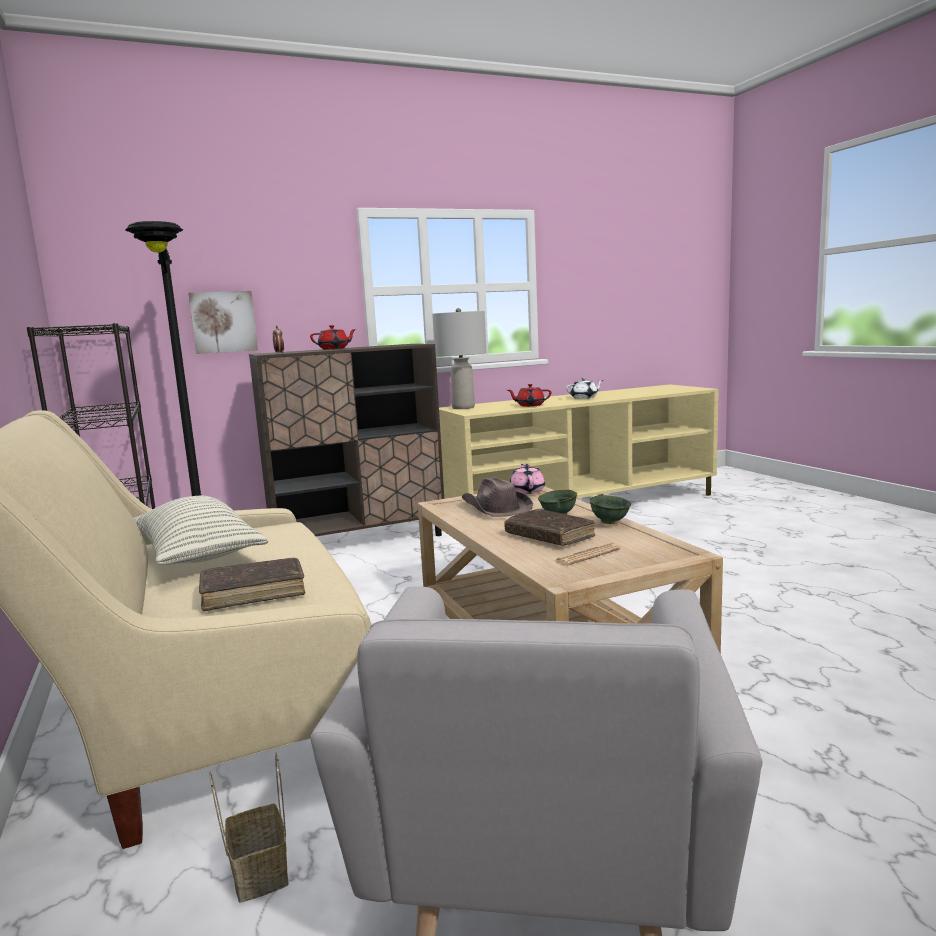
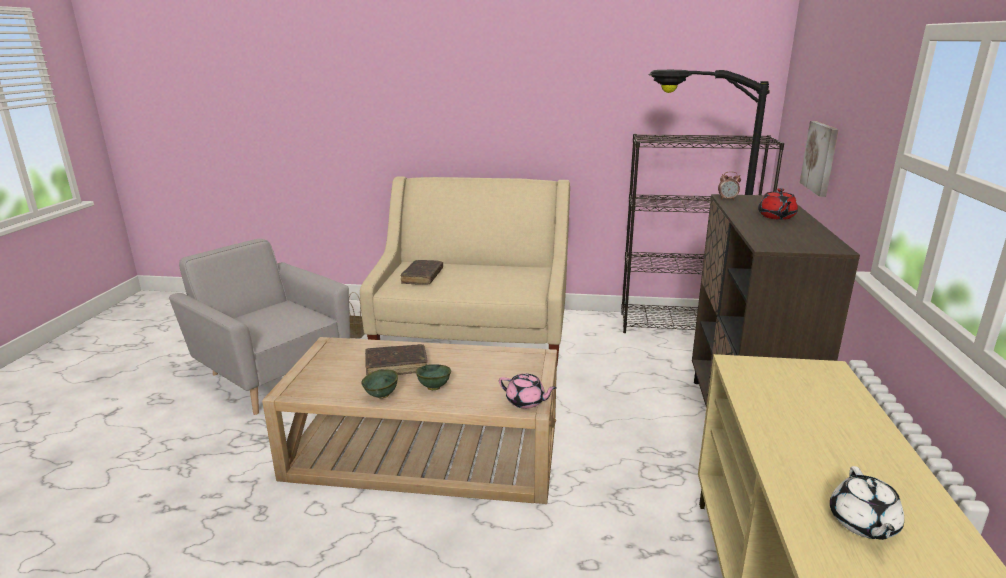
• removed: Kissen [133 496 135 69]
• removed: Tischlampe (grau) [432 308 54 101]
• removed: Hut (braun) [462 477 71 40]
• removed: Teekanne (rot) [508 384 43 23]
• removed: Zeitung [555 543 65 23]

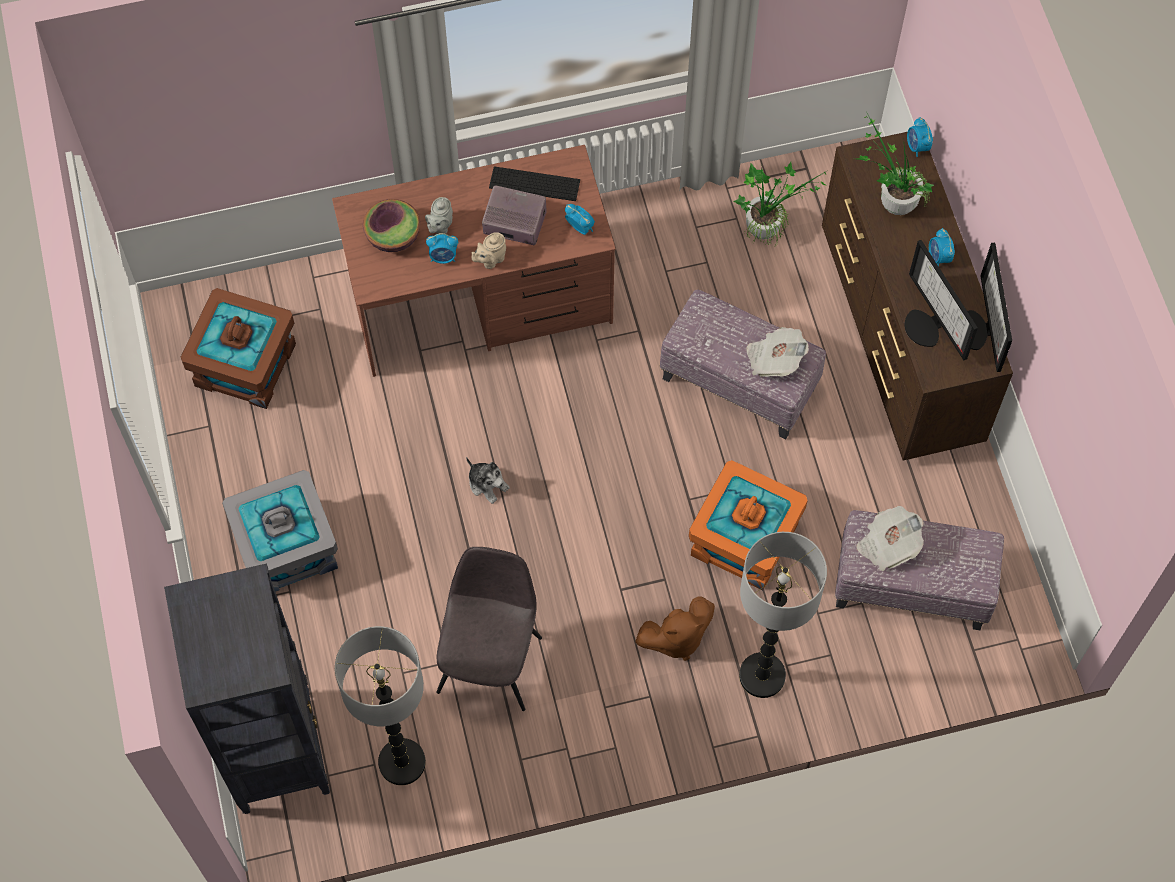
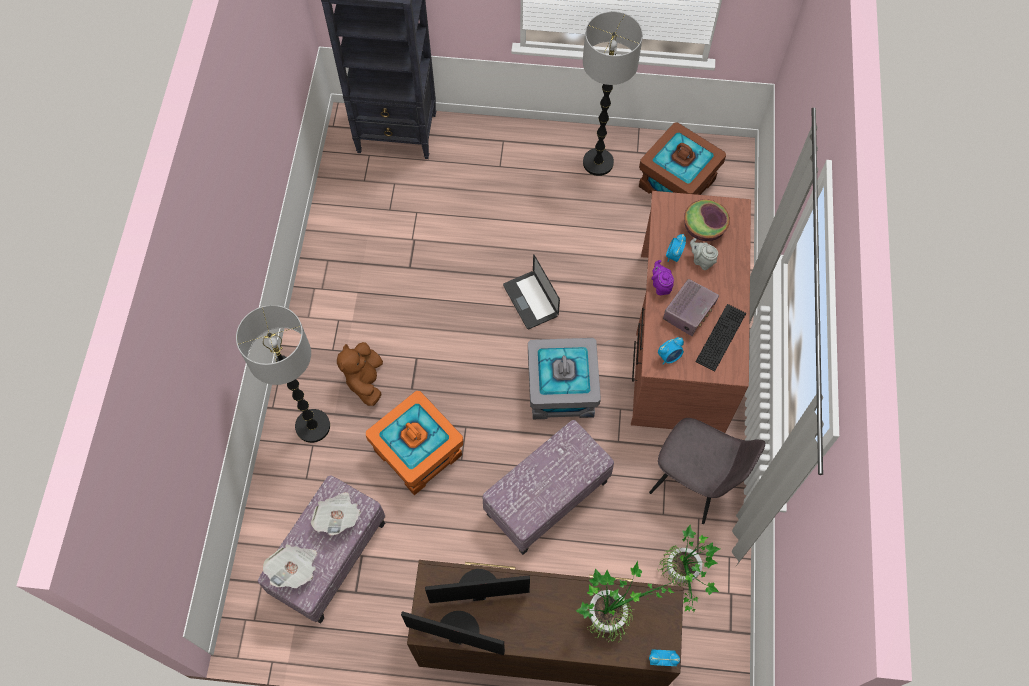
• moved: Zeitung [746 327 63 50] to [263 544 54 44]
• replaced: Plüschtier [466 457 44 47] to Laptop [503 254 57 75]
• moved: Aufbewahrungsbox (grau) [222 470 116 122] to [528 338 73 81]
• moved: Stehlampe [335 626 91 159] to [583 11 60 165]
• moved: Stuhl (grau) [436 547 106 164] to [649 418 116 106]
• recoloured: Teekanne (beige) [472 232 34 37] to Teekanne (lila) [651 260 23 35]
• removed: Wecker [929 228 26 38]

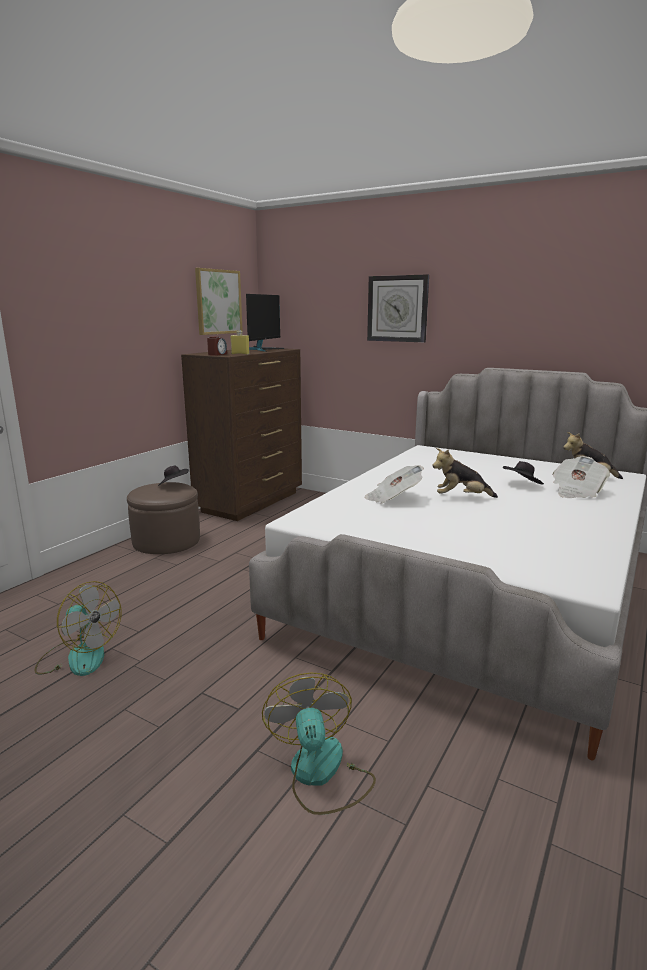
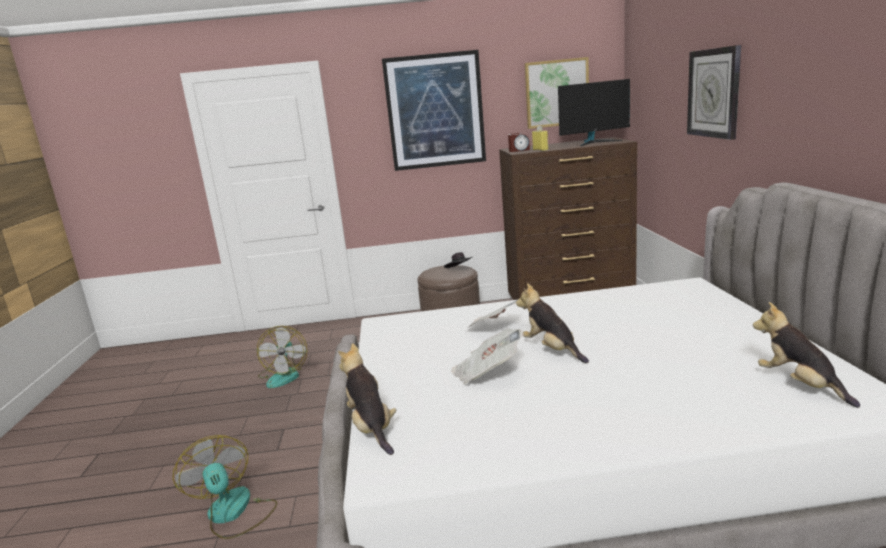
• turned: Ventilator [262 673 114 142] = [173 435 104 104] 75 degrees counterclockwise
• added: Plüschtier [338 343 58 112]
• added: Bild [382 50 104 121]
• moved: Zeitung [552 456 58 42] to [451 328 73 56]
• removed: Hut (schwarz) [503 461 41 23]

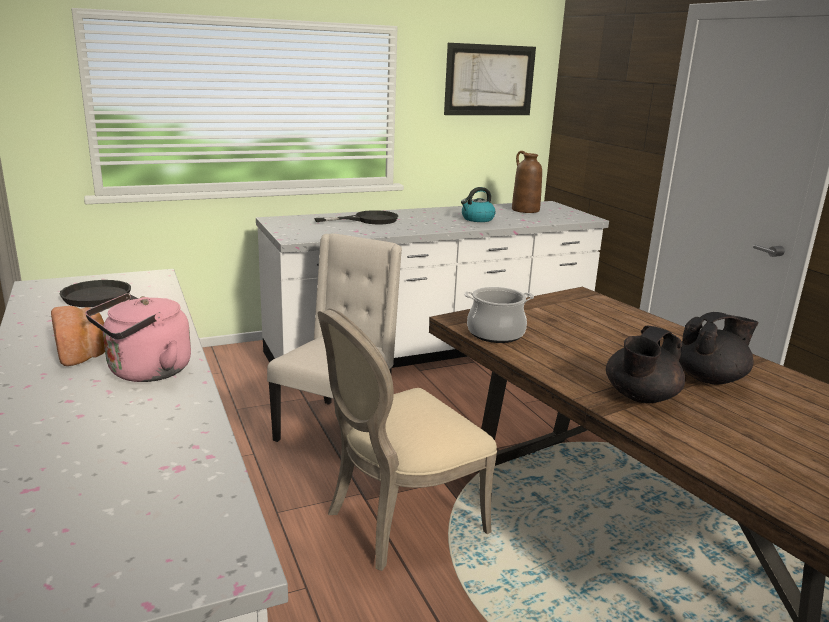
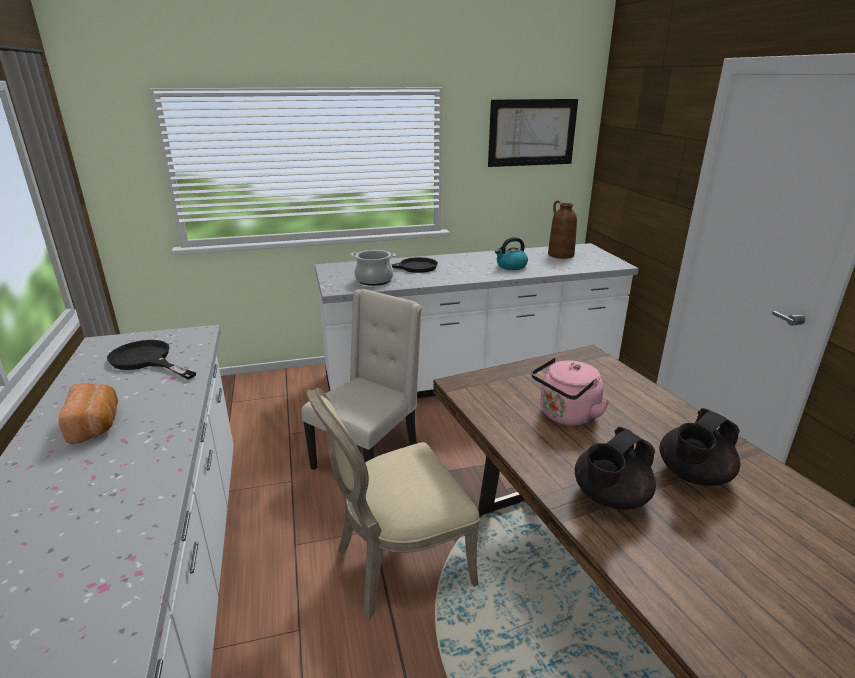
• moved: Kochtopf [464 287 70 56] to [351 250 45 36]
• moved: Wasserkessel (rosa) [85 293 106 89] to [531 358 79 68]
• turned: Teekanne (schwarz) [679 312 79 73] = [659 408 81 78] 150 degrees clockwise

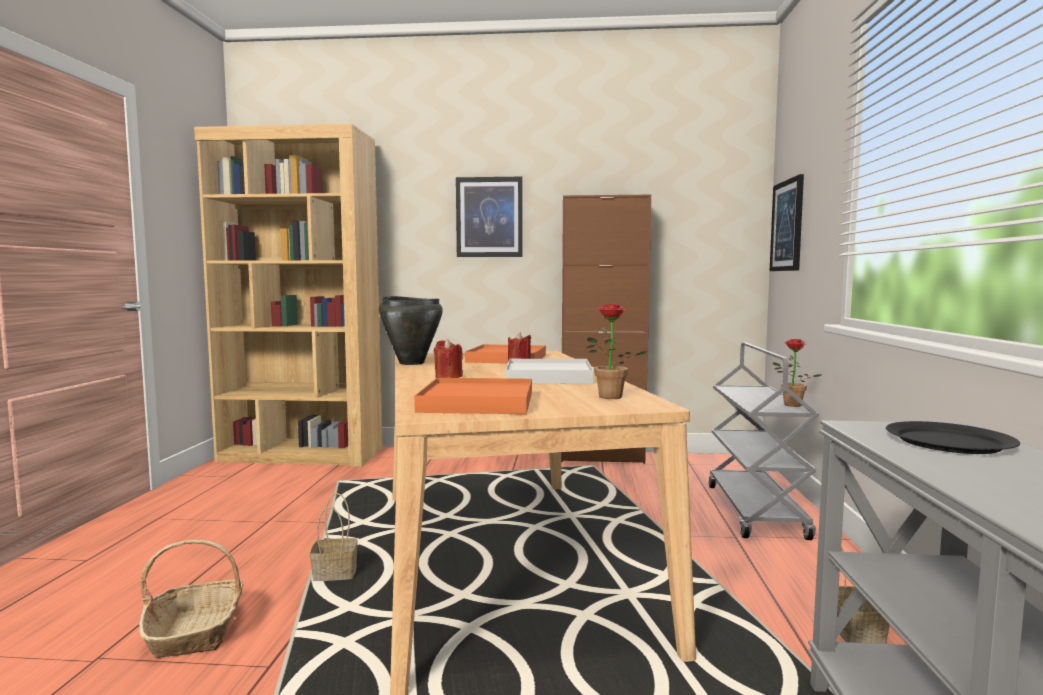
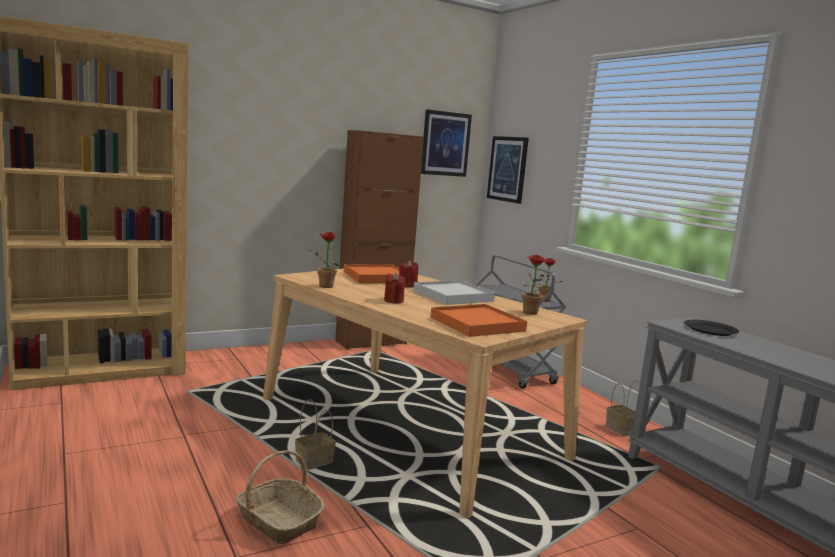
• replaced: Kochtopf (schwarz) [379 296 64 69] to Topfpflanze [306 232 33 56]
• moved: Bild [456 177 67 80] to [421 109 51 68]

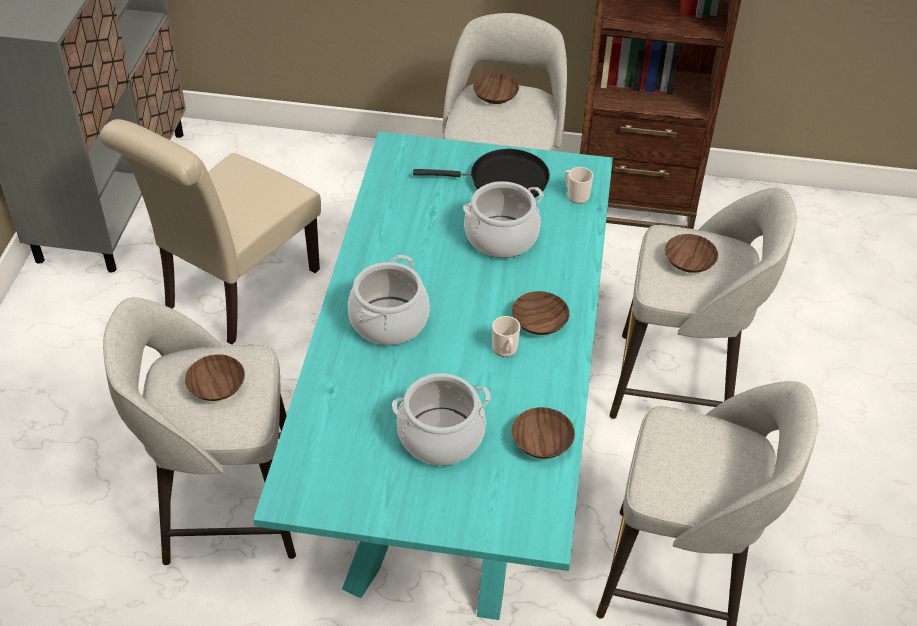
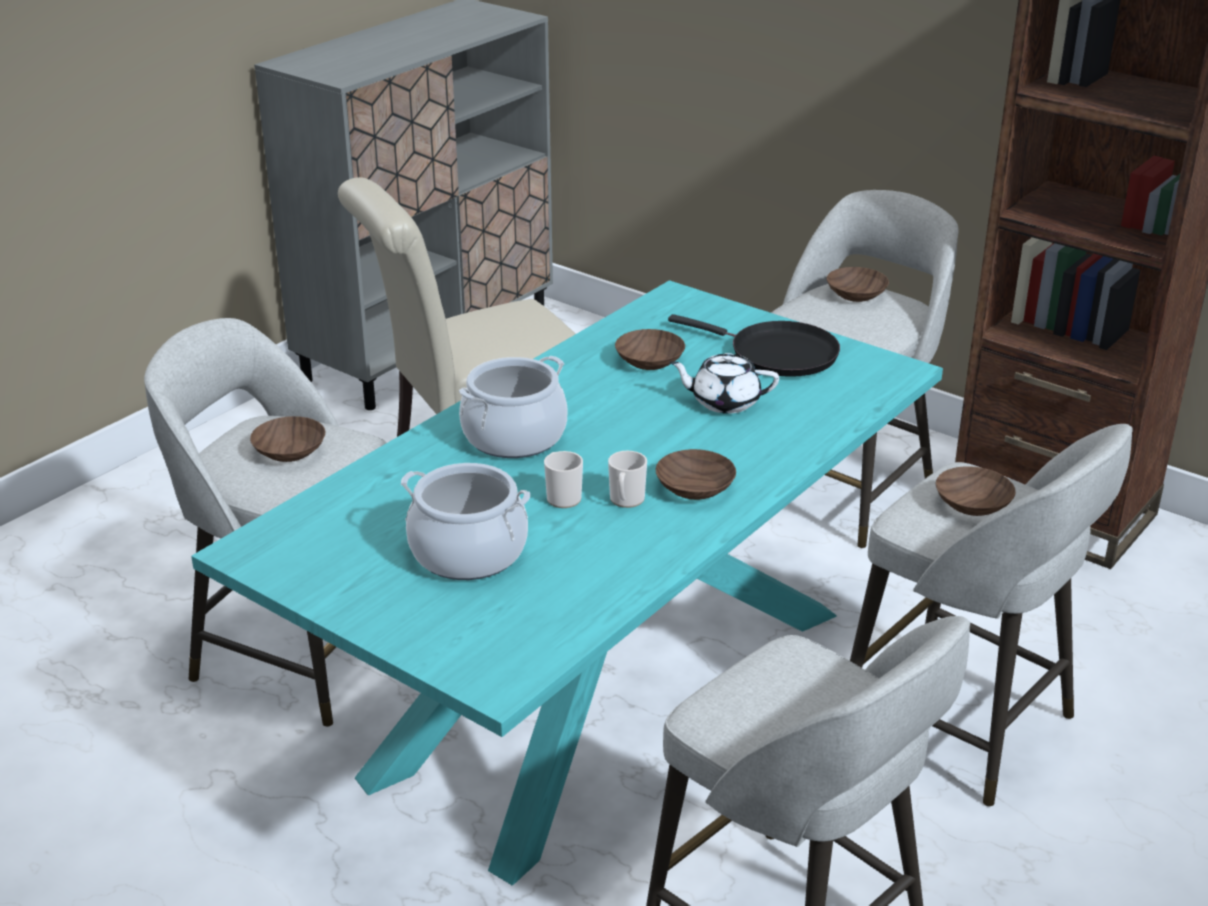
• moved: Henkelbecher [564 167 30 37] to [544 451 39 57]
• moved: Schüssel (braun) [512 407 63 52] to [615 329 70 41]
• replaced: Kochtopf [463 181 81 77] to Teekanne (weiß) [669 353 110 61]

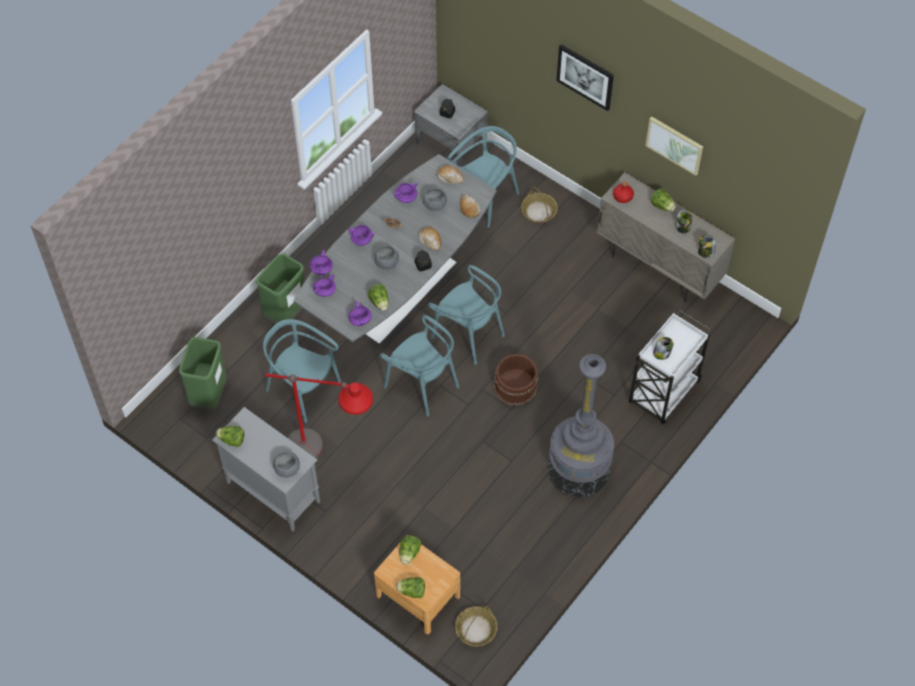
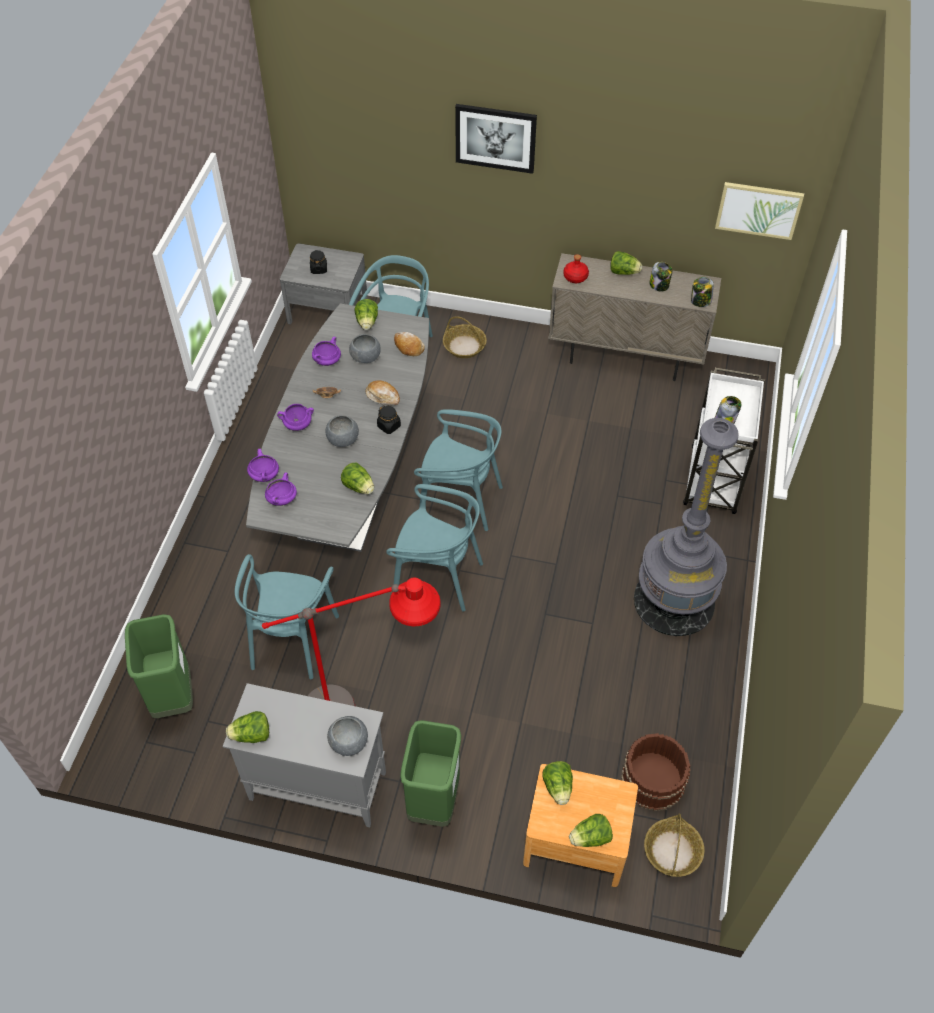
• turned: Stuhl (türkis) [263 319 78 104] = [235 554 104 125] 90 degrees counterclockwise
• replaced: Brot [437 166 27 18] to Salatkopf [354 299 24 31]
• moved: Mülleimer (grün) [256 253 49 74] to [400 720 61 107]
• moved: Eimer (braun) [494 354 45 52] to [621 733 69 78]
• moved: Bild [645 116 58 60] to [715 182 89 58]
• removed: Kochtopf (lila) [348 301 24 25]

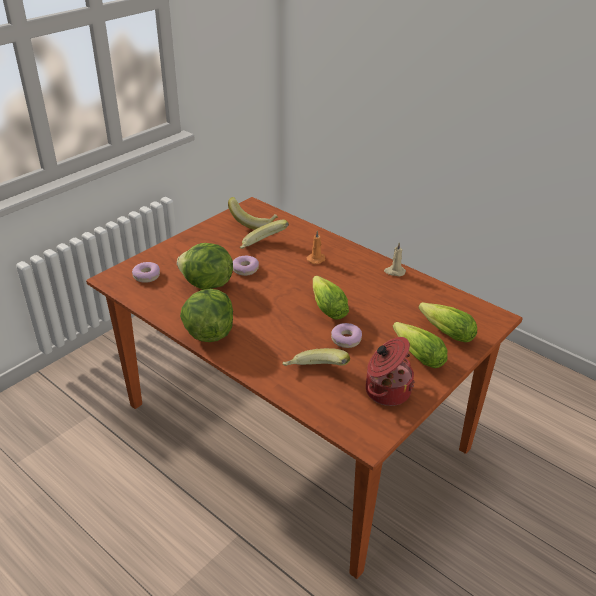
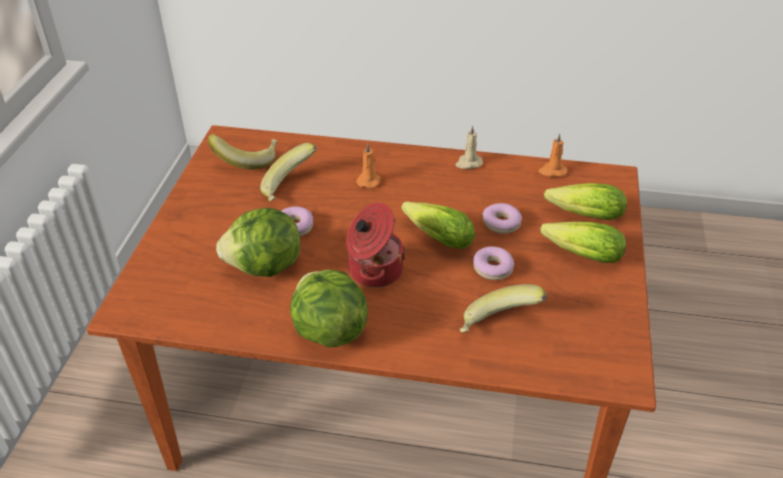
• moved: Kochtopf [366 337 49 69] to [346 203 59 85]
• moved: Donut [132 262 28 21] to [482 203 40 31]
• added: Kerze (orange) [538 133 29 44]

